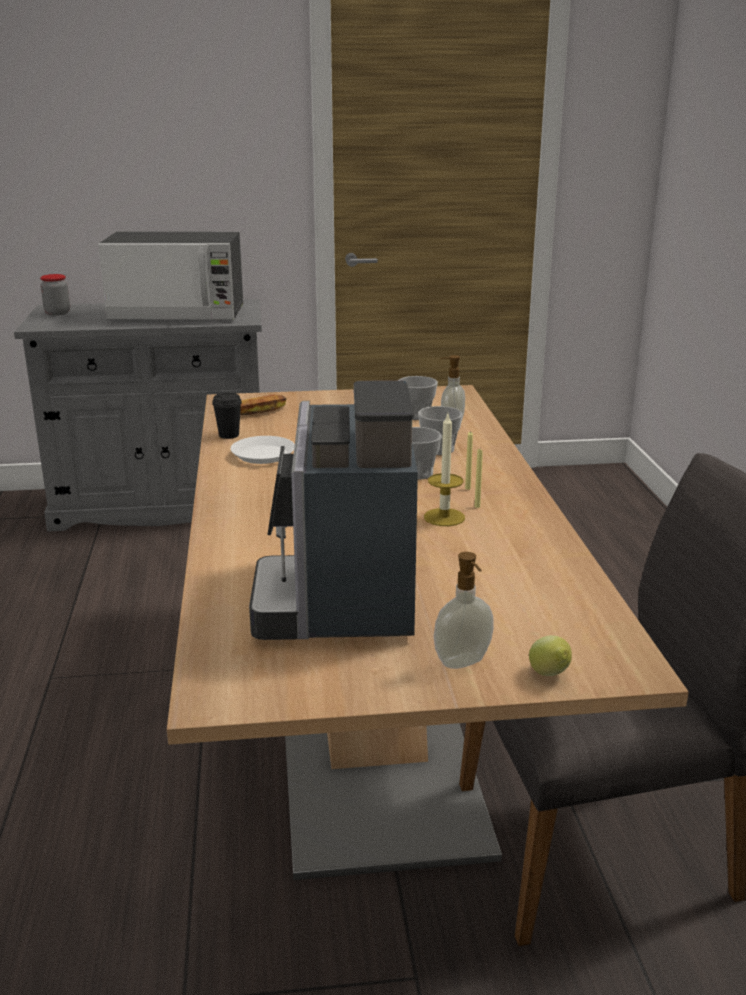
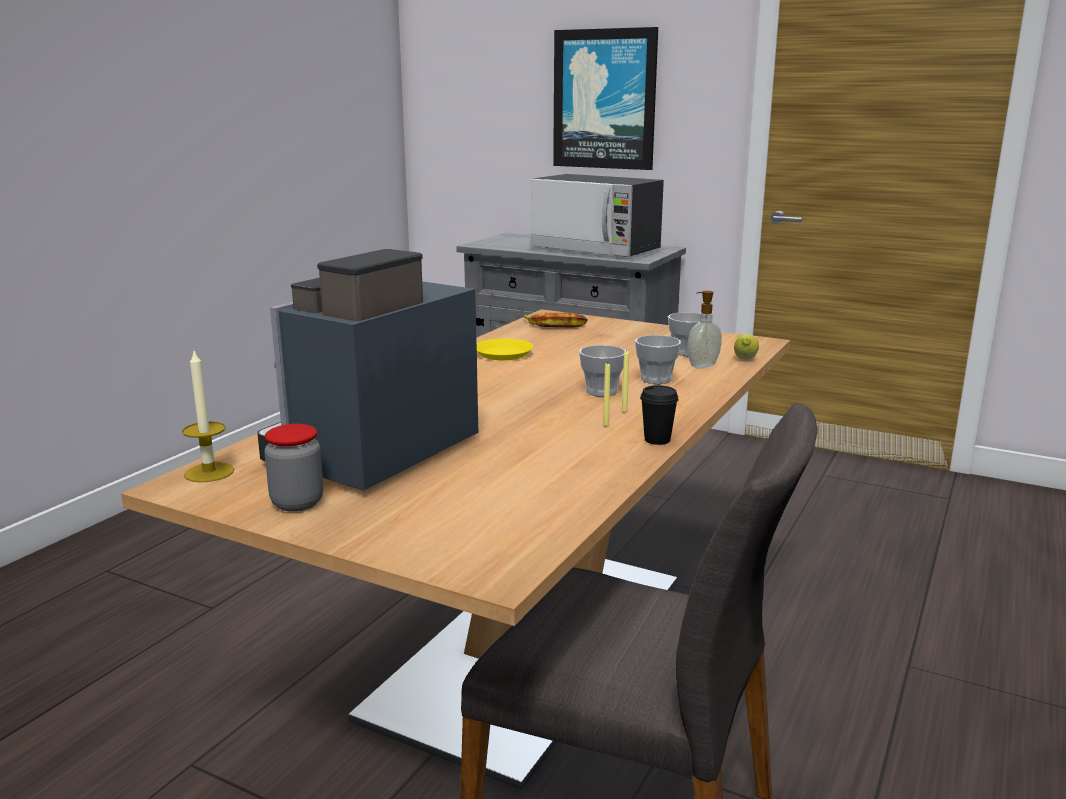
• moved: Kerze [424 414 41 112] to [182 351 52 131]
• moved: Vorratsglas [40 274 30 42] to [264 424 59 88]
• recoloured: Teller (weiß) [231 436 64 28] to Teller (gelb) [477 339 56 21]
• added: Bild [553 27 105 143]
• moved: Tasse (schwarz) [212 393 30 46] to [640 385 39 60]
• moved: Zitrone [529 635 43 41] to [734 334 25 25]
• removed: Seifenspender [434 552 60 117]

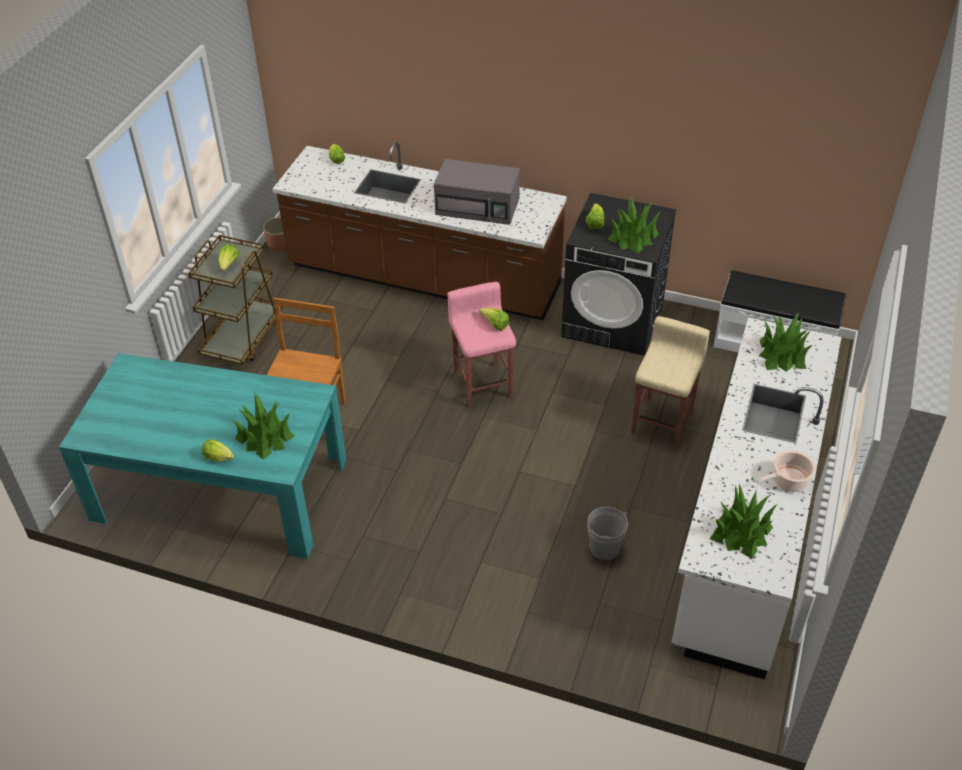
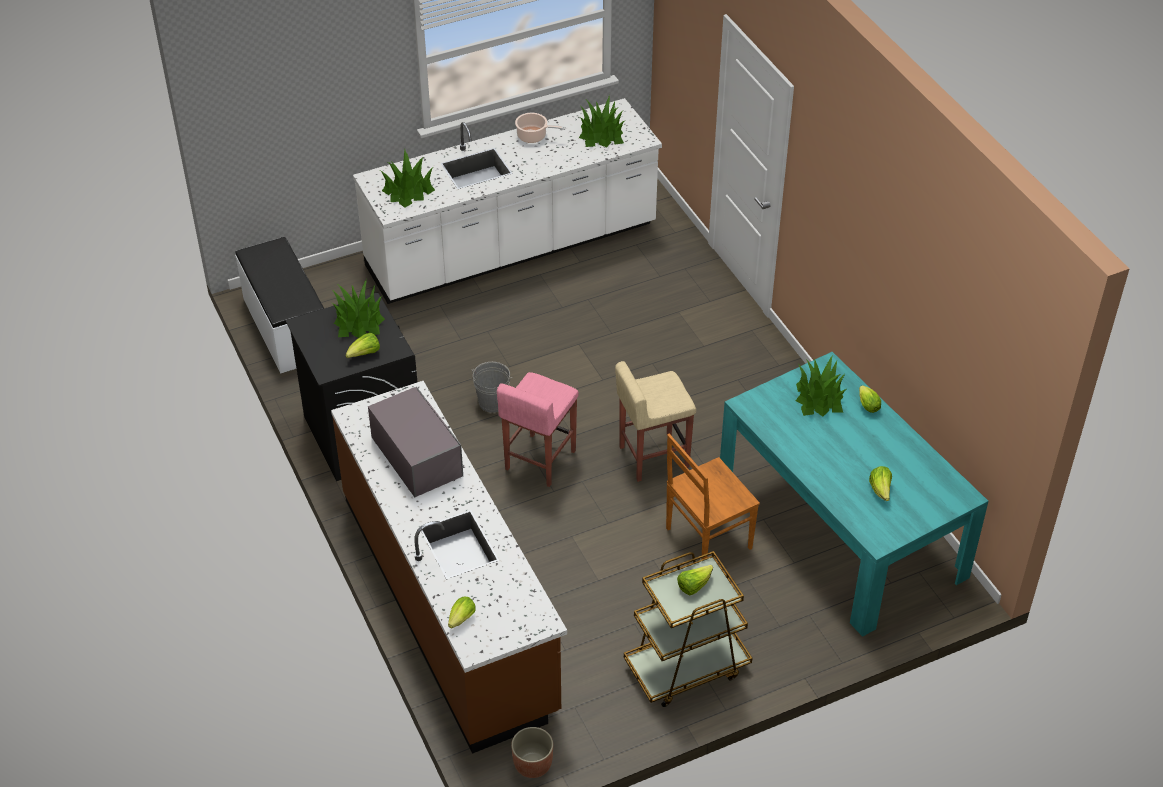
• moved: Eimer (grau) [587 507 41 53] to [472 362 40 51]
• moved: Hocker (beige) [631 316 79 131] to [615 361 81 121]
• moved: Salatkopf [479 308 30 23] to [869 466 23 35]

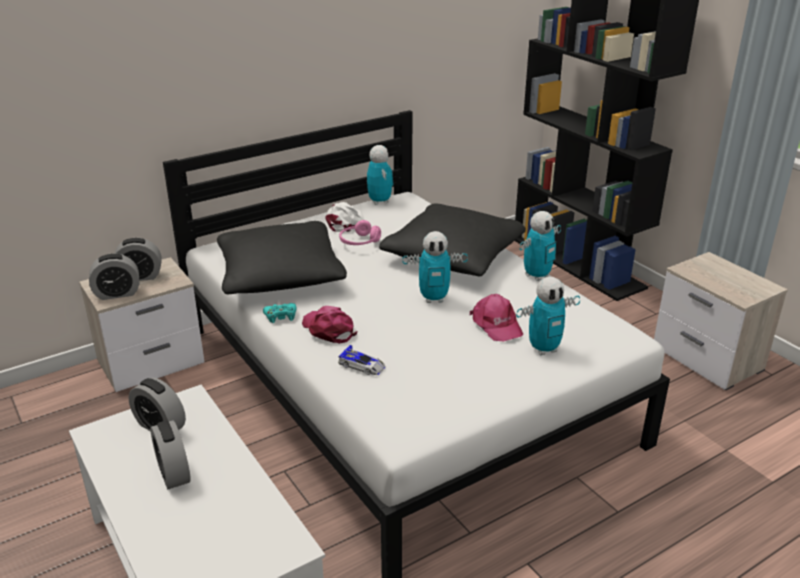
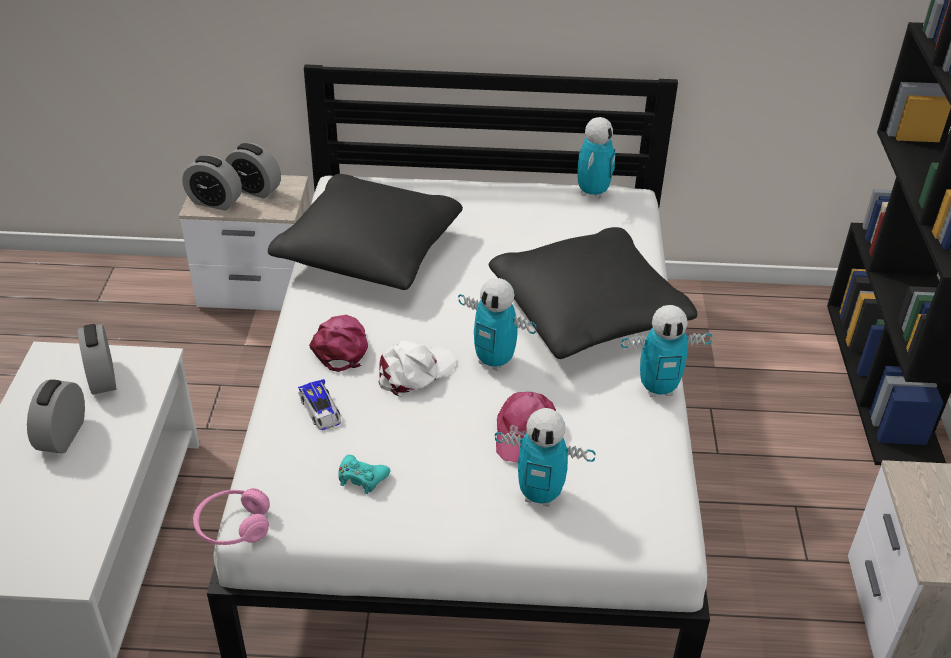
• moved: Kopfhörer (rosa) [339 220 42 25] to [193 488 77 57]
• moved: Gamepad (türkis) [263 303 34 20] to [338 455 52 39]
• moved: Kappe (weiß) [325 202 39 30] to [378 340 78 57]

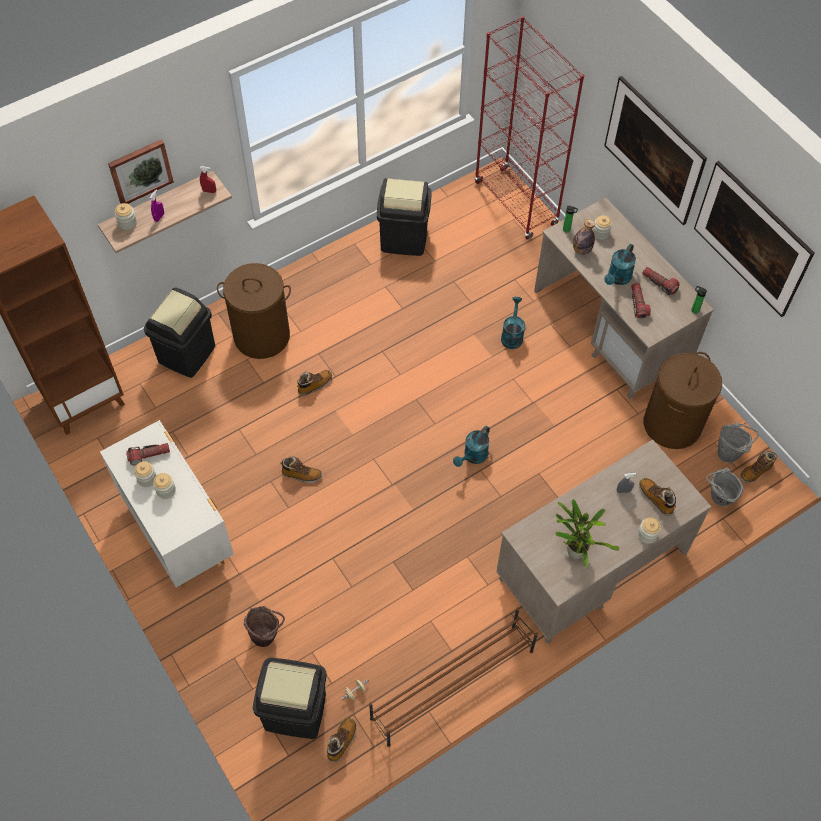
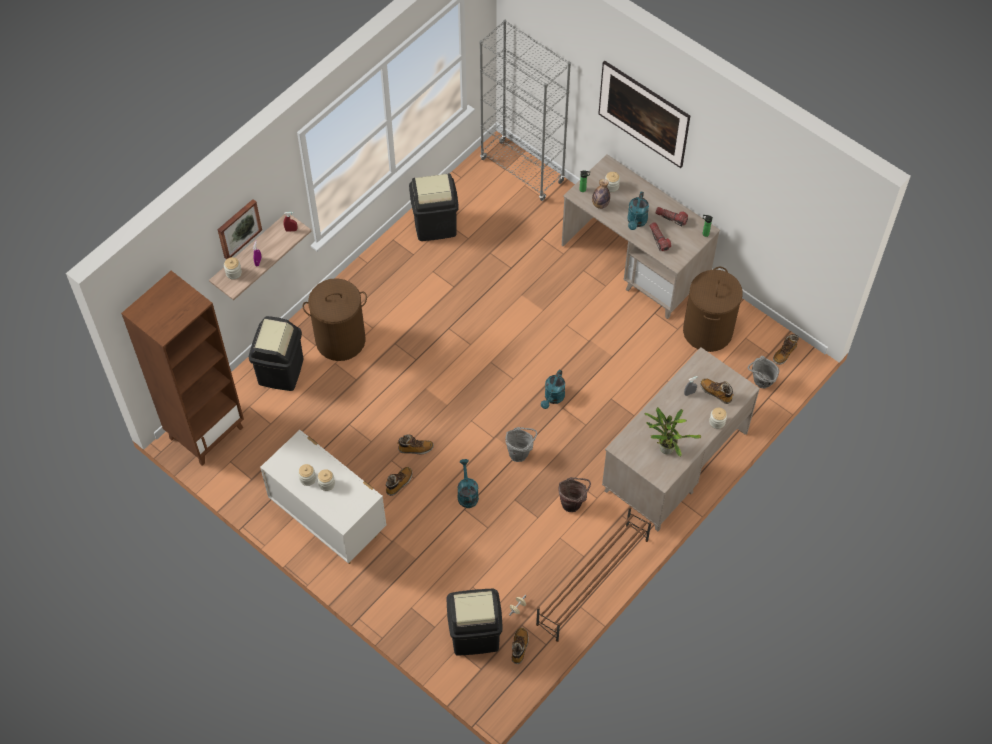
• moved: Stiefel [297 370 35 26] to [386 467 27 29]
• moved: Gießkanne (türkis) [501 297 24 52] to [457 459 22 49]
• recoloured: Bücherregal (rot) [474 16 110 224] to Bücherregal (grau) [480 20 91 181]
• moved: Eimer (grau) [718 423 41 40] to [505 427 32 35]
• moved: Eimer (braun) [244 606 41 41] to [559 477 32 35]
• removed: Taschenlampe [126 443 44 22]
• removed: Bild [694 161 121 156]

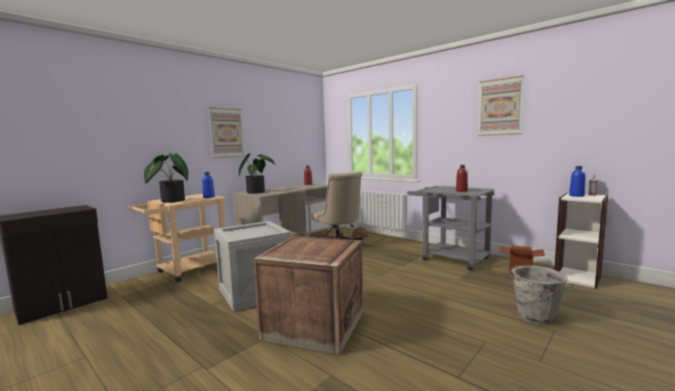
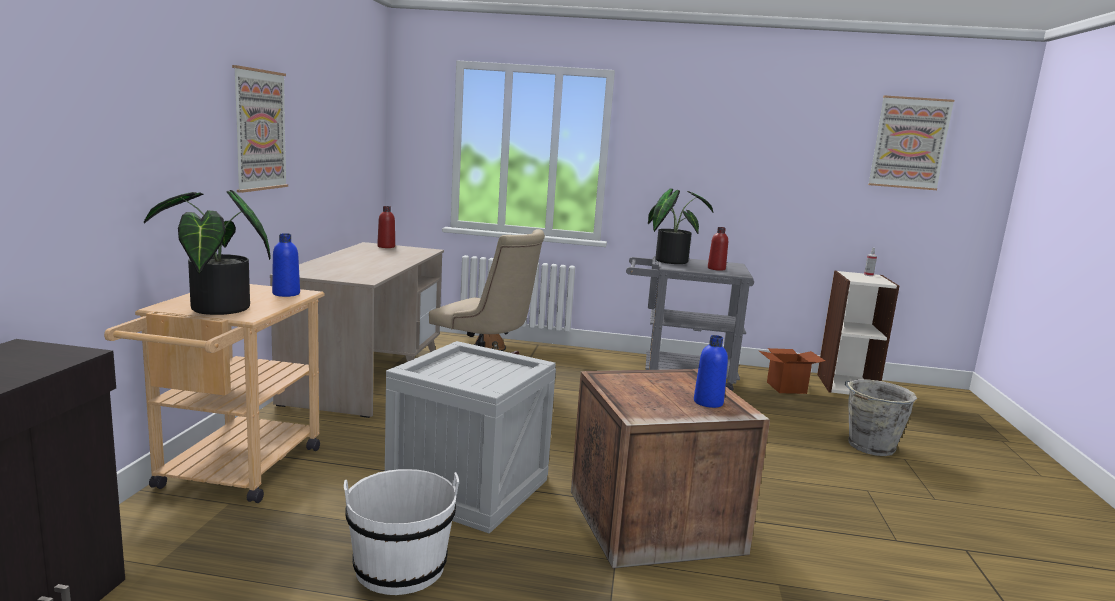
• added: Eimer (weiß) [344 469 115 126]
• moved: Topfpflanze [239 153 37 41] to [648 188 65 76]
• moved: Flasche (blau) [569 166 16 31] to [694 335 34 73]
• moved: Bild [478 75 46 61] to [868 96 86 94]

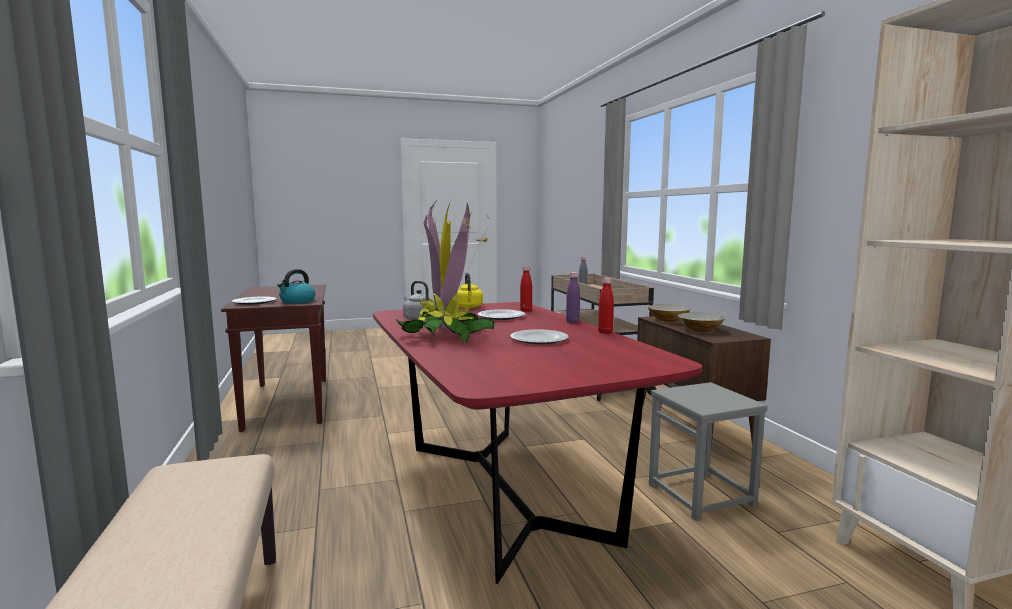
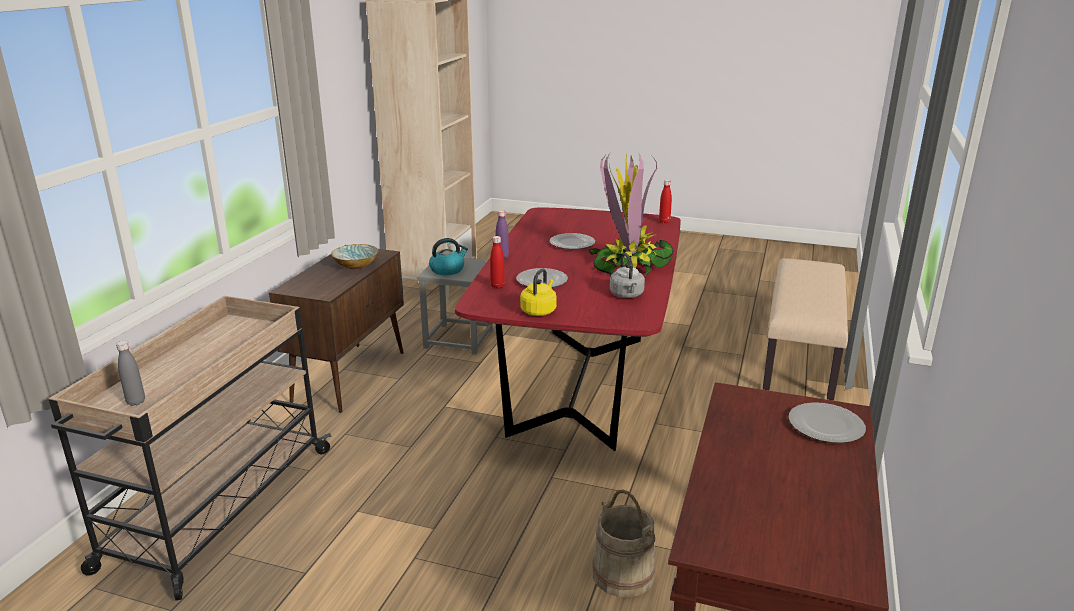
• moved: Wasserkessel [277 269 38 35] to [429 238 39 37]
• added: Eimer (beige) [593 490 62 107]
• moved: Flasche (rot) [598 278 16 56] to [659 180 13 43]
• removed: Schüssel [648 304 42 18]

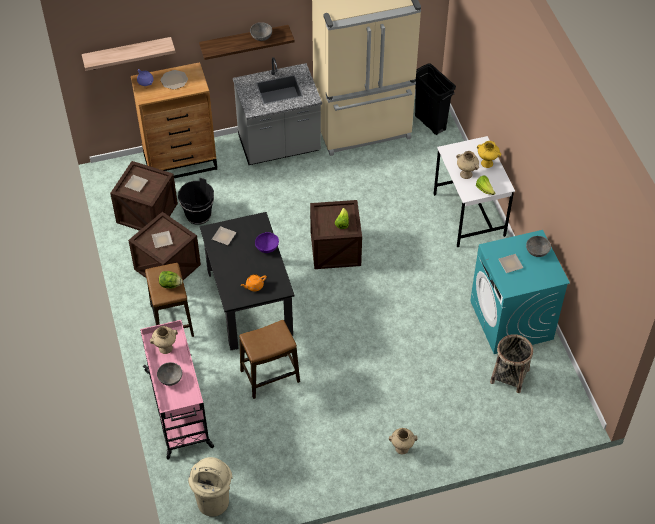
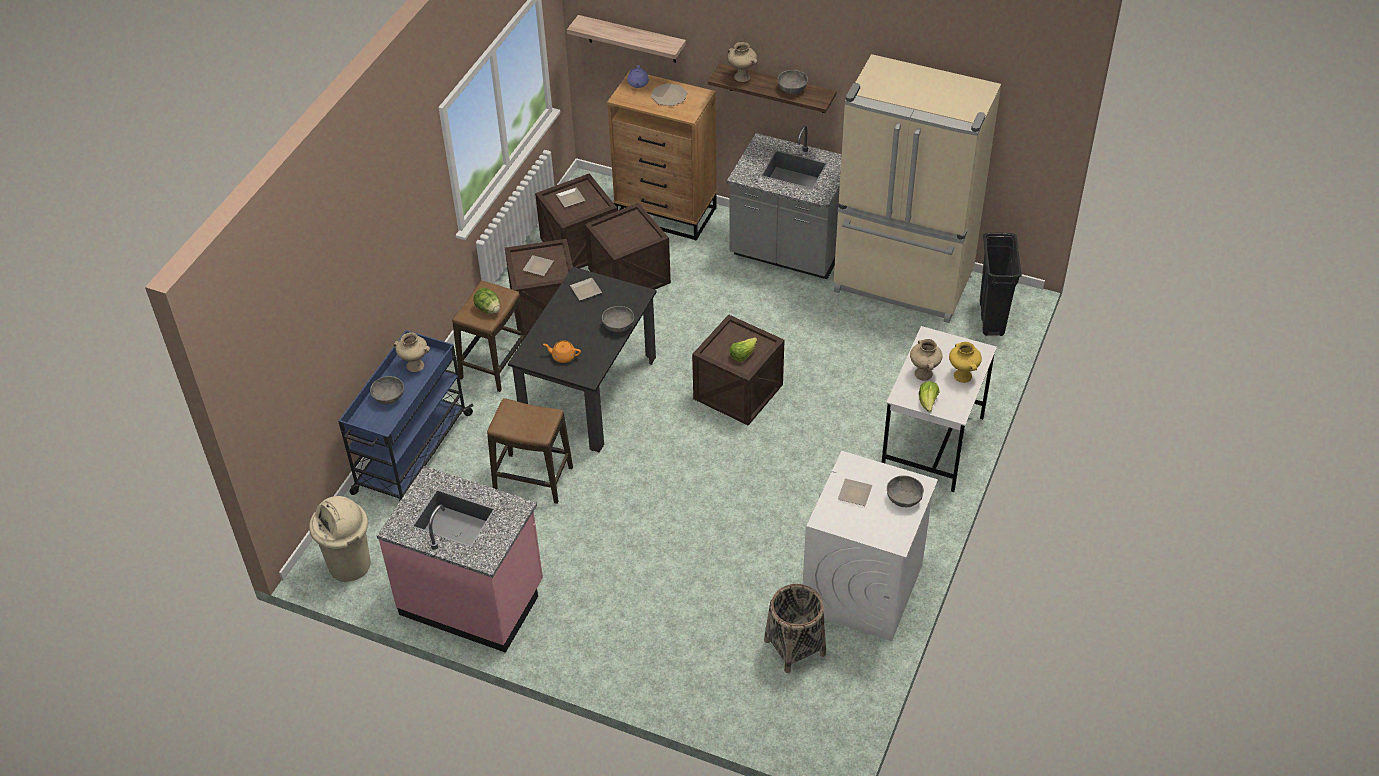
• recoloured: Rollwagen (rosa) [140 320 74 140] to Rollwagen (blau) [338 330 136 171]
• added: Küchenzeile (rosa) [377 466 166 187]
• replaced: Eimer (schwarz) [178 178 36 47] to Kiste [585 203 86 86]
• recoloured: Schüssel (lila) [255 232 24 21] to Schüssel (grau) [602 306 32 26]
• moved: Vase (beige) [389 428 29 26] to [728 42 30 40]
• recoloured: Waschmaschine (türkis) [470 230 100 124] to Waschmaschine (weiß) [803 451 135 190]

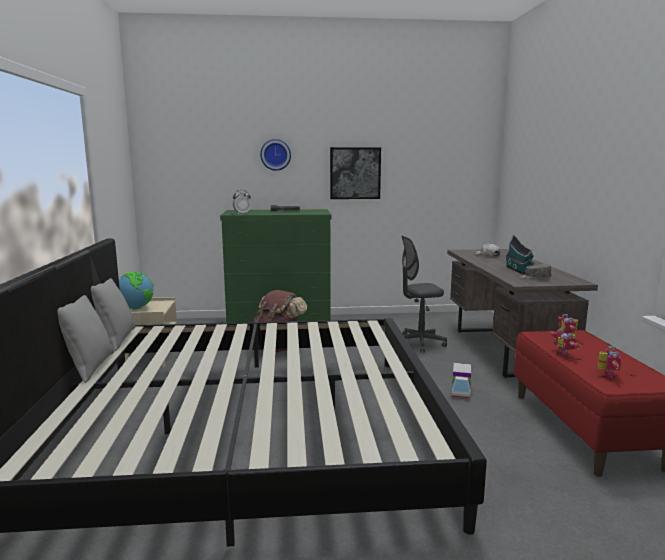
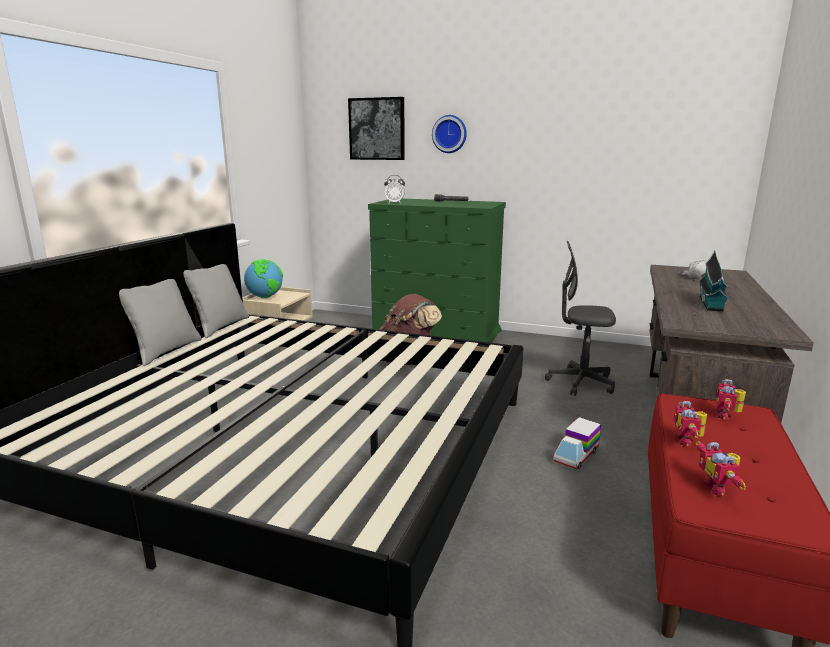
• moved: Bild [330 147 51 52] to [348 97 57 63]
• turned: Spielzeugroboter [597 346 25 32] = [696 441 50 55] 135 degrees clockwise
• removed: Kappe (grau) [519 264 32 15]

